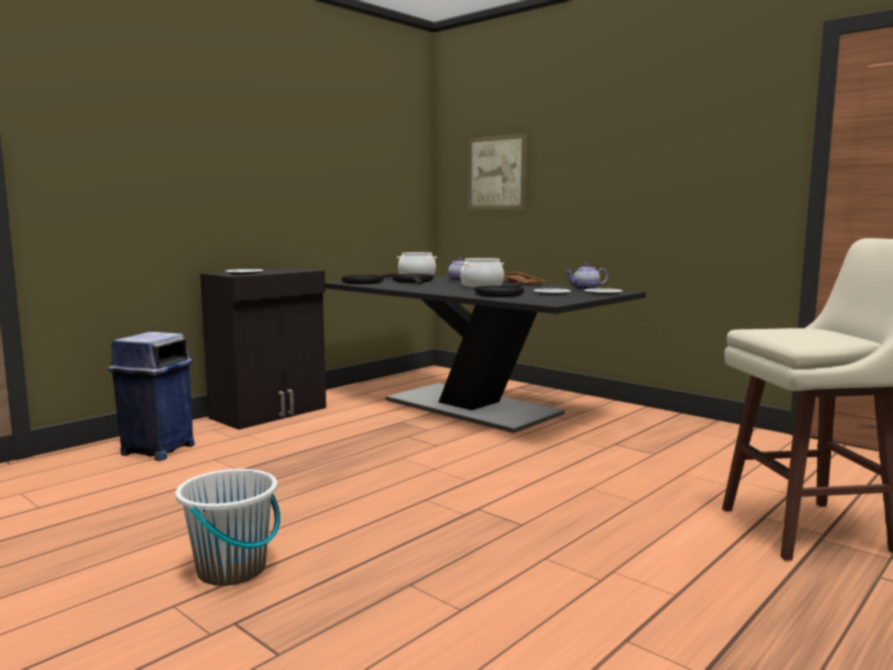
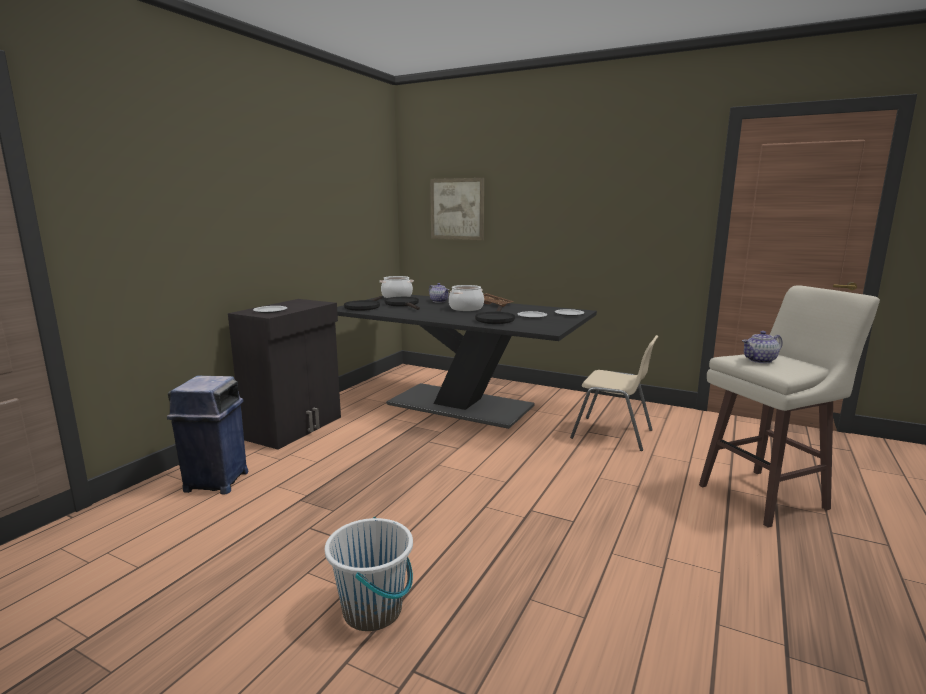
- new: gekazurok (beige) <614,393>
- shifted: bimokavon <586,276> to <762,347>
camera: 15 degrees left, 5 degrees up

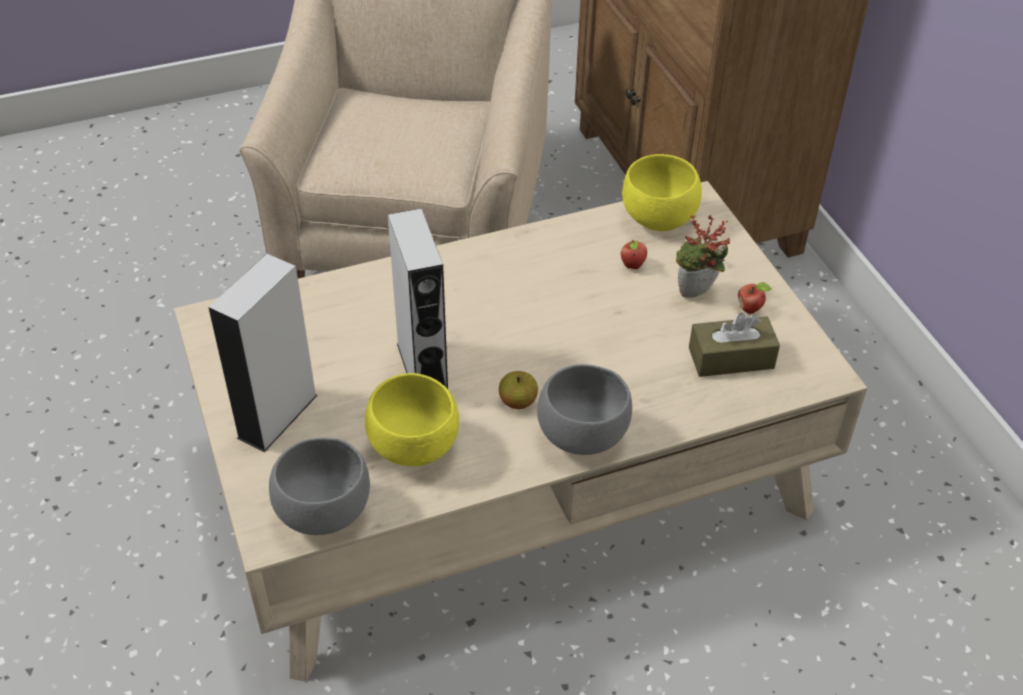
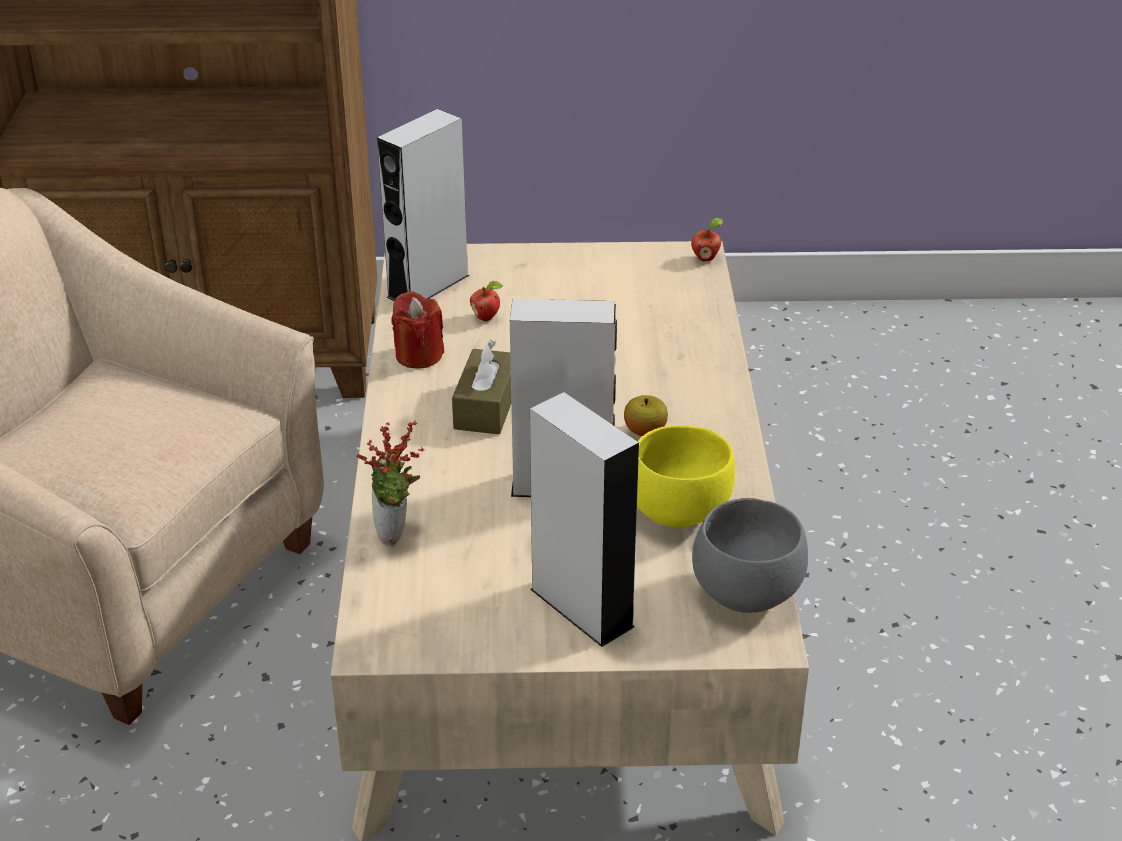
- gone: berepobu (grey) <584,409>
- new: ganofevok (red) <417,329>
- shifted: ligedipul <703,256> to <390,483>
- shifted: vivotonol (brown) <734,345> to <481,387>
- shifted: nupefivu <755,298> to <707,239>
- swapped: berepobu (yellow) <662,192> to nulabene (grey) <423,205>
camera: 70 degrees left, 10 degrees down

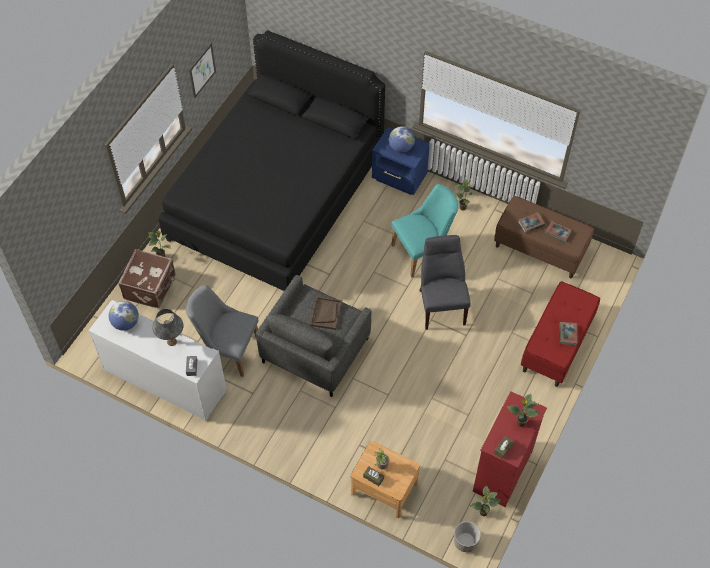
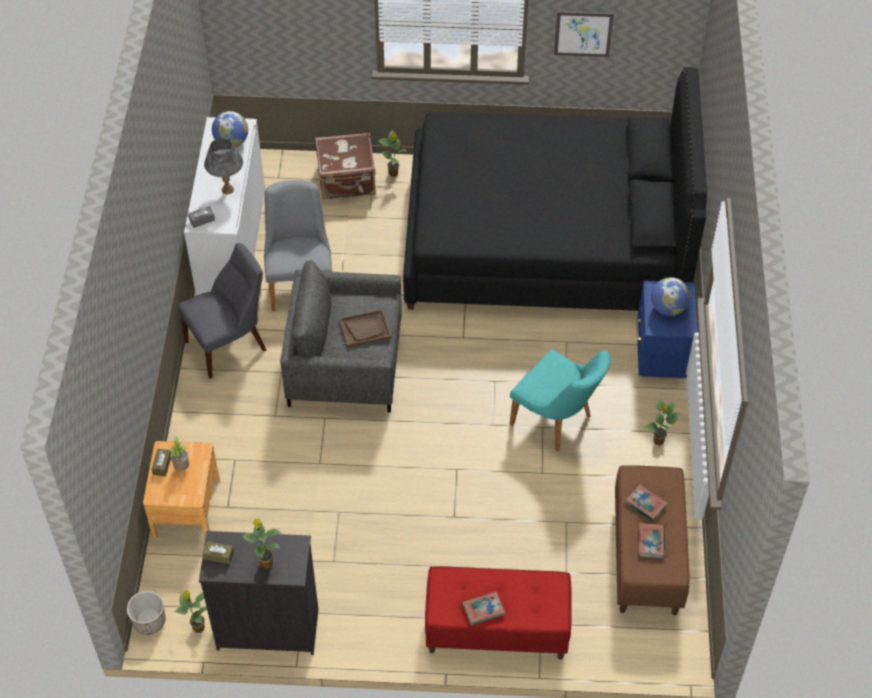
- shifted: gekazurok (grey) <445,282> to <222,311>
- repainted: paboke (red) <510,449> to paboke (black) <258,593>
camera: 65 degrees right, 5 degrees down

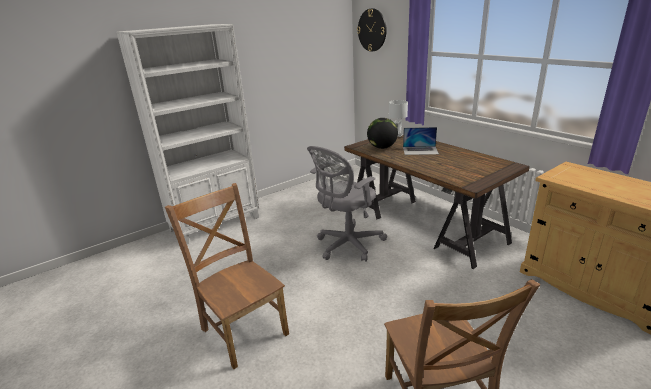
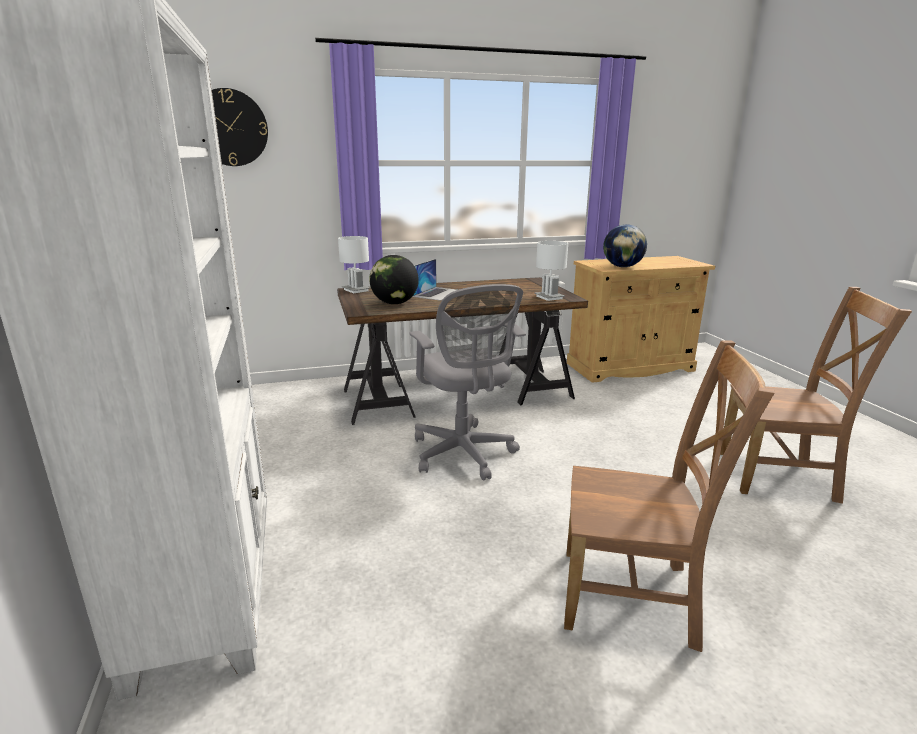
- new: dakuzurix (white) <551,271>
- new: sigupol <625,245>
- rotated: gekazurok (brown) <227,276> = <669,496> 150 degrees counterclockwise
camera: 70 degrees left, 5 degrees down

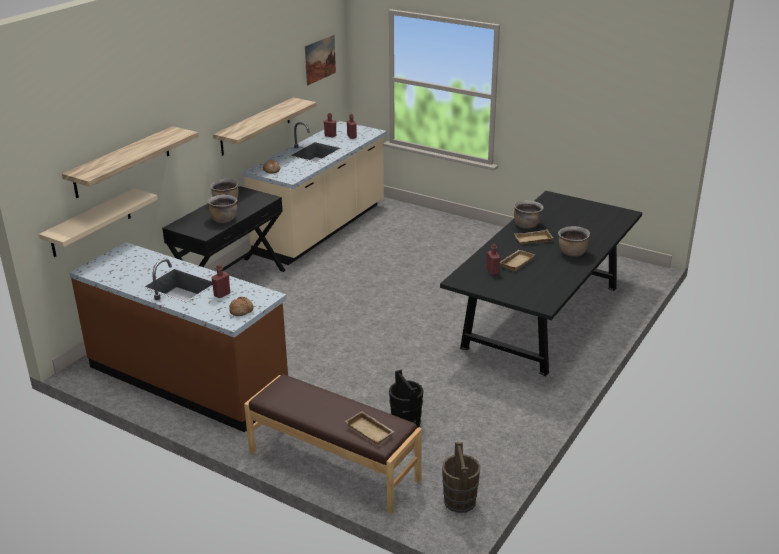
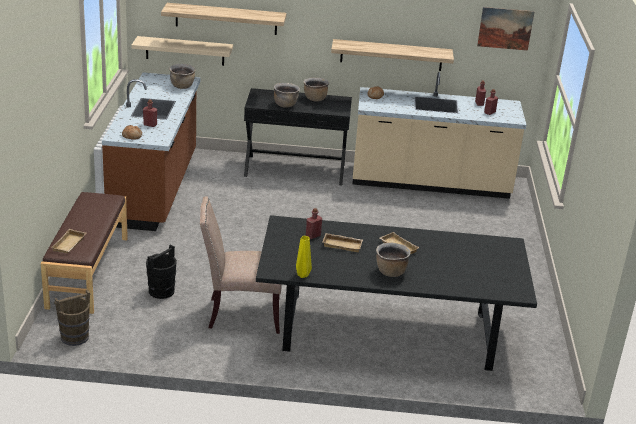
- new: gekazurok (beige) <241,265>
- new: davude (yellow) <304,257>
- shifted: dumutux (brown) <529,214> to <182,76>
camera: 60 degrees right, 0 degrees up

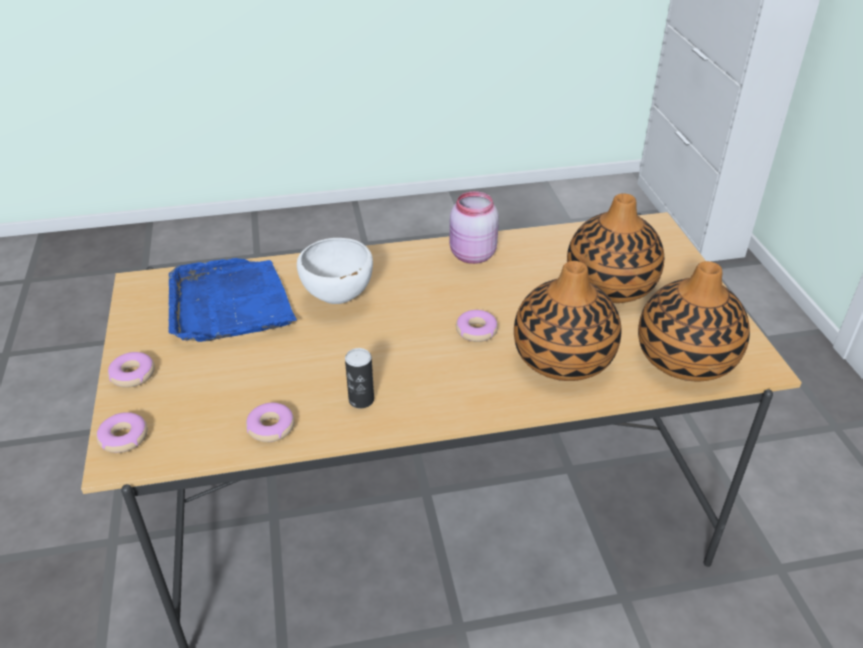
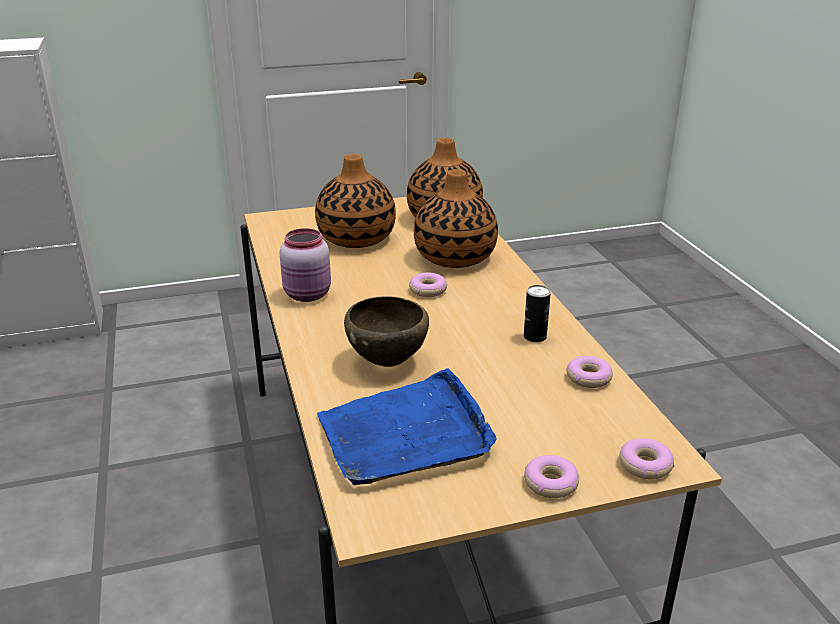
- repainted: berepobu (white) <335,271> to berepobu (brown) <386,331>
camera: 95 degrees left, 10 degrees down

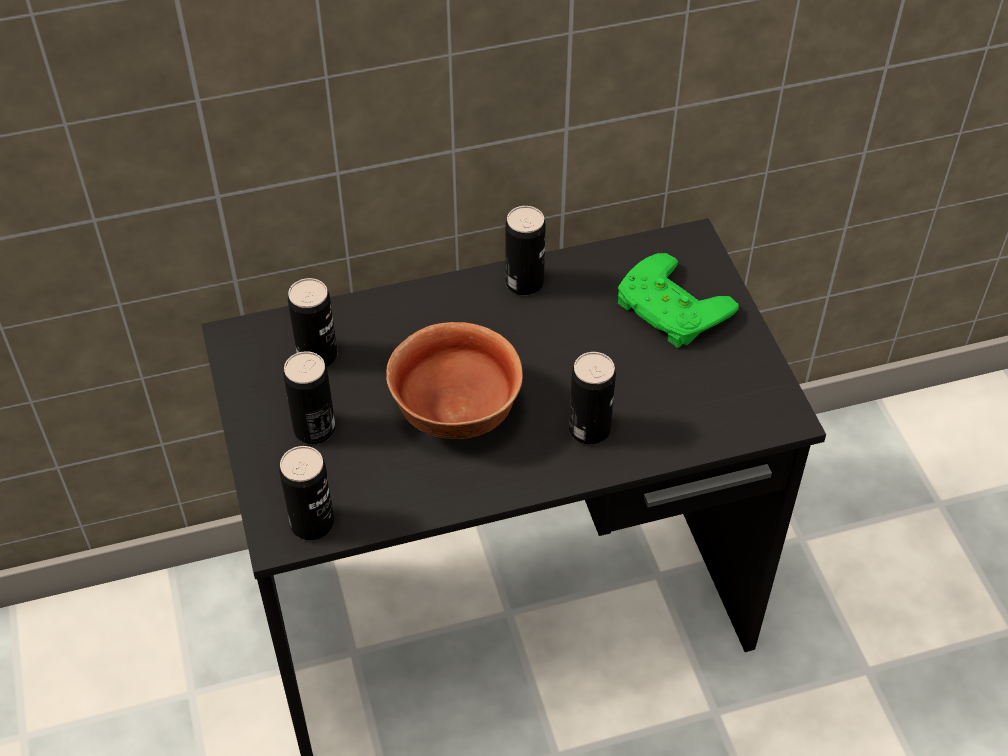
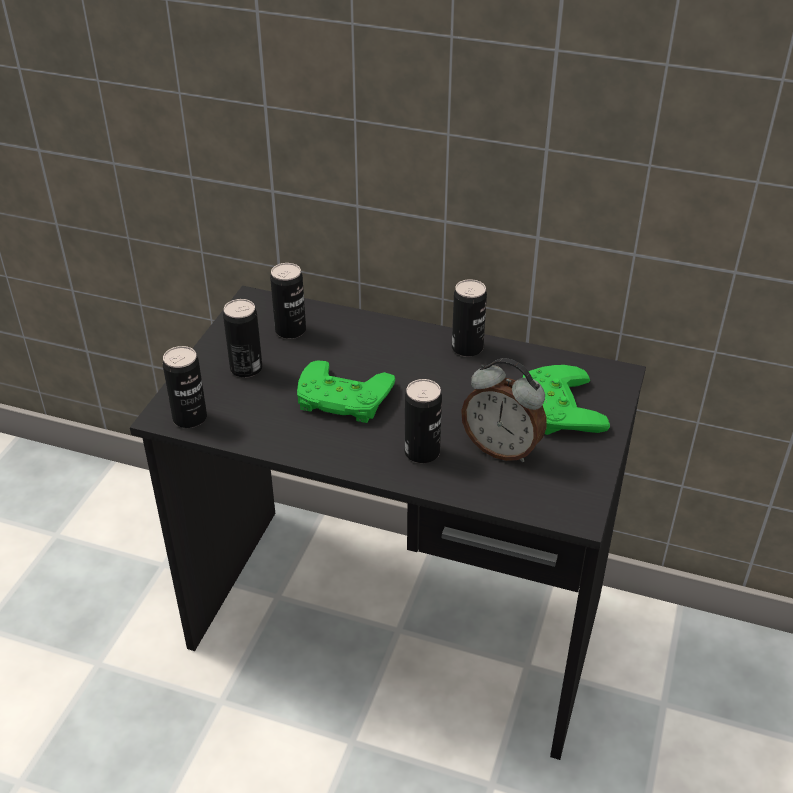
- new: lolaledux <504,410>
- swapped: berepobu <454,380> to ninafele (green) <346,392>
camera: 35 degrees right, 10 degrees down

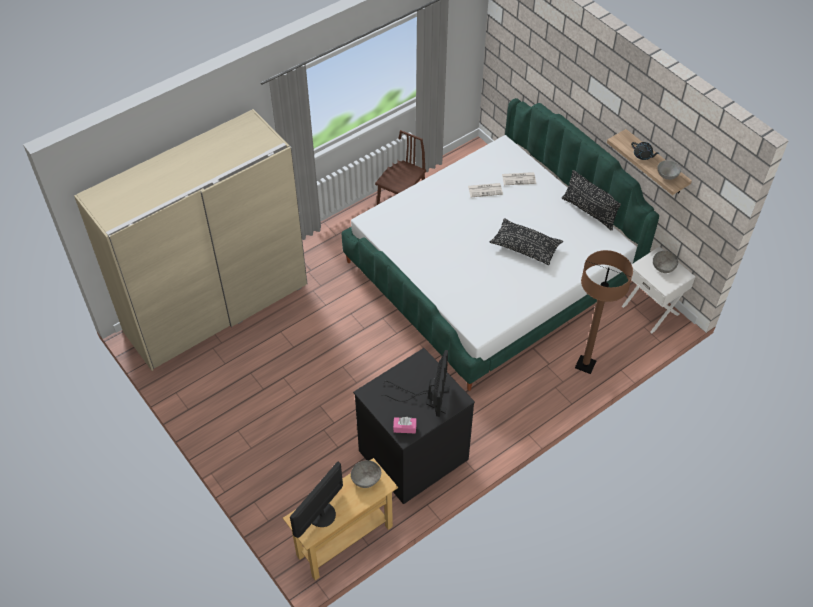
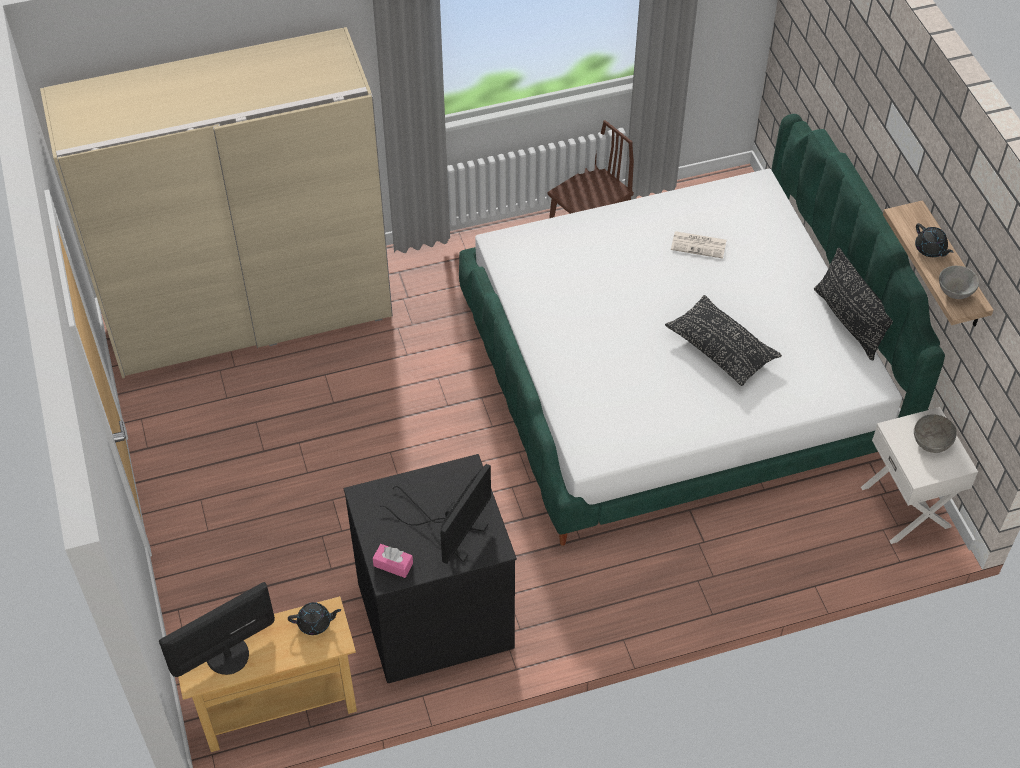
- gone: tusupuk <519,178>
- gone: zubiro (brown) <604,312>
- swapped: berepobu (grey) <366,474> to bimokavon (black) <314,618>
camera: 20 degrees right, 0 degrees up

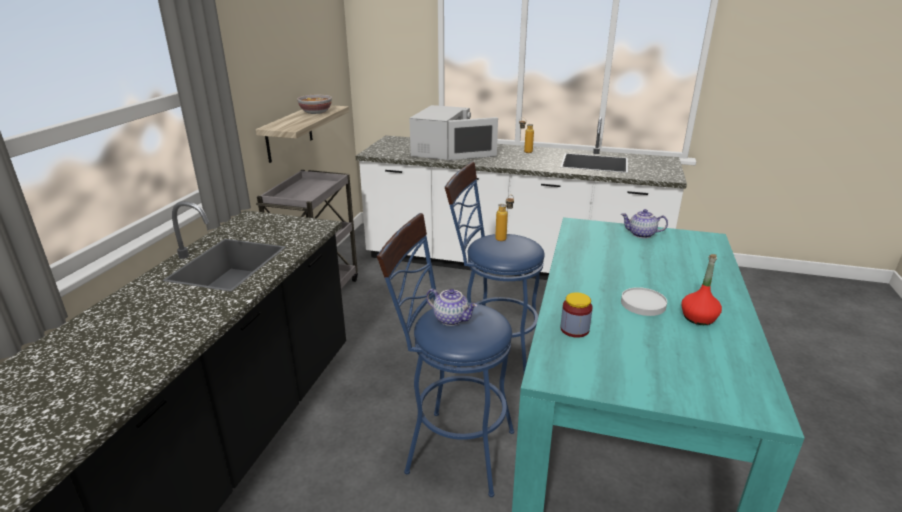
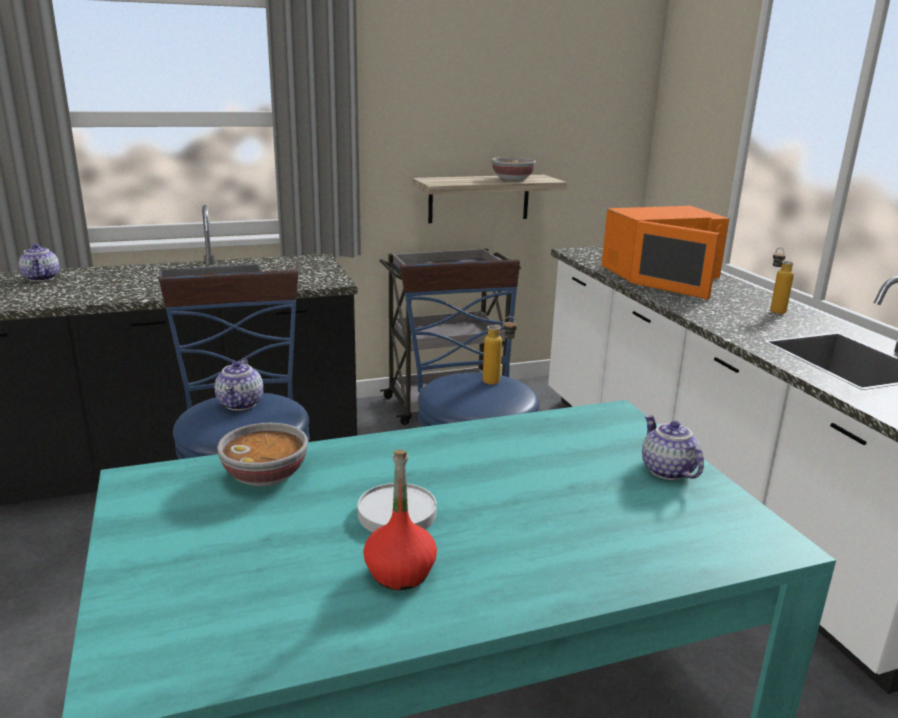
- new: bimokavon <39,263>
- swapped: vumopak <576,315> to berepobu <262,455>
- repainted: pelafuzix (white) <453,133> to pelafuzix (orange) <665,252>
camera: 55 degrees right, 5 degrees down

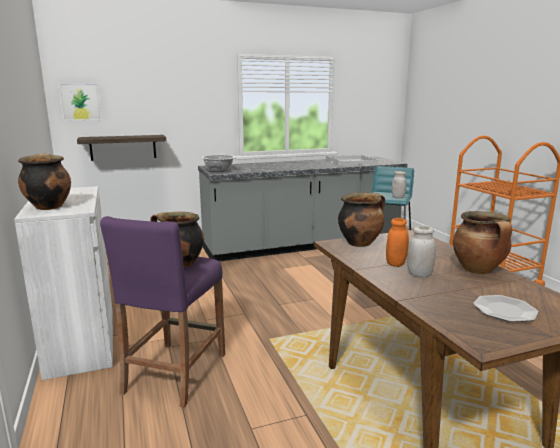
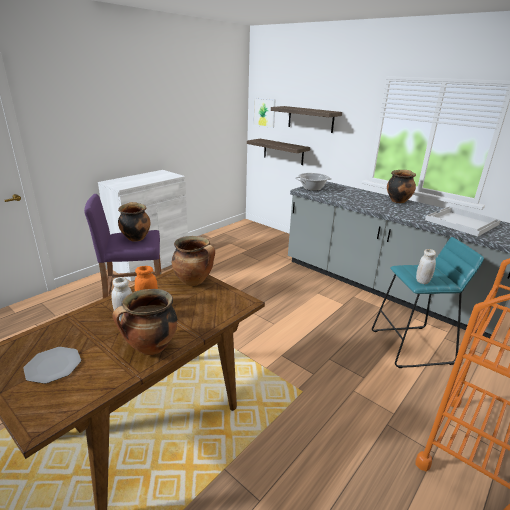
- new: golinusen <306,119>
- shifted: dumutux <44,182> to <401,186>
camera: 60 degrees right, 10 degrees up

